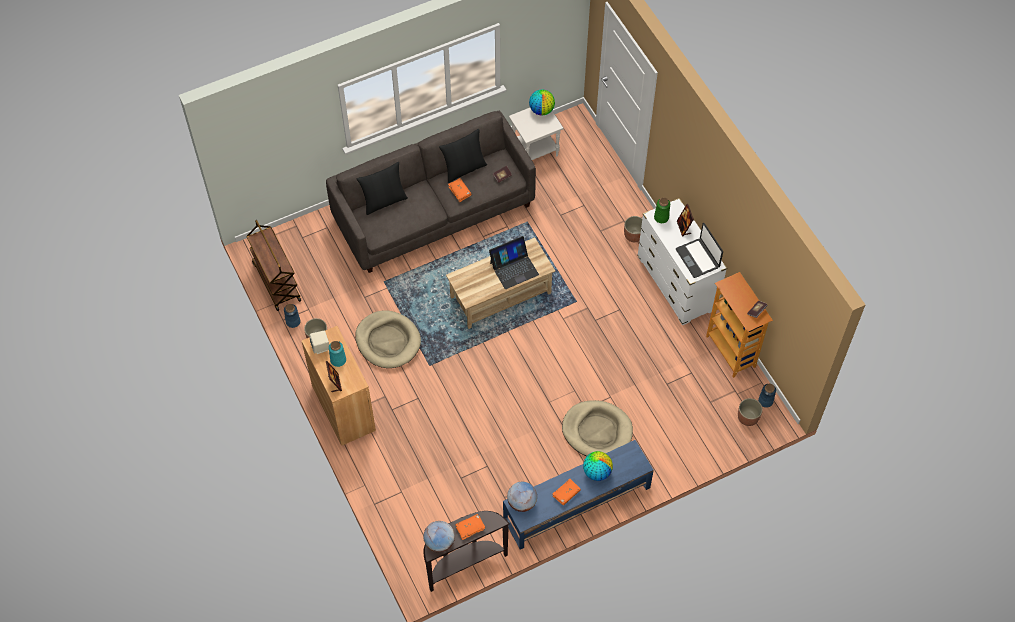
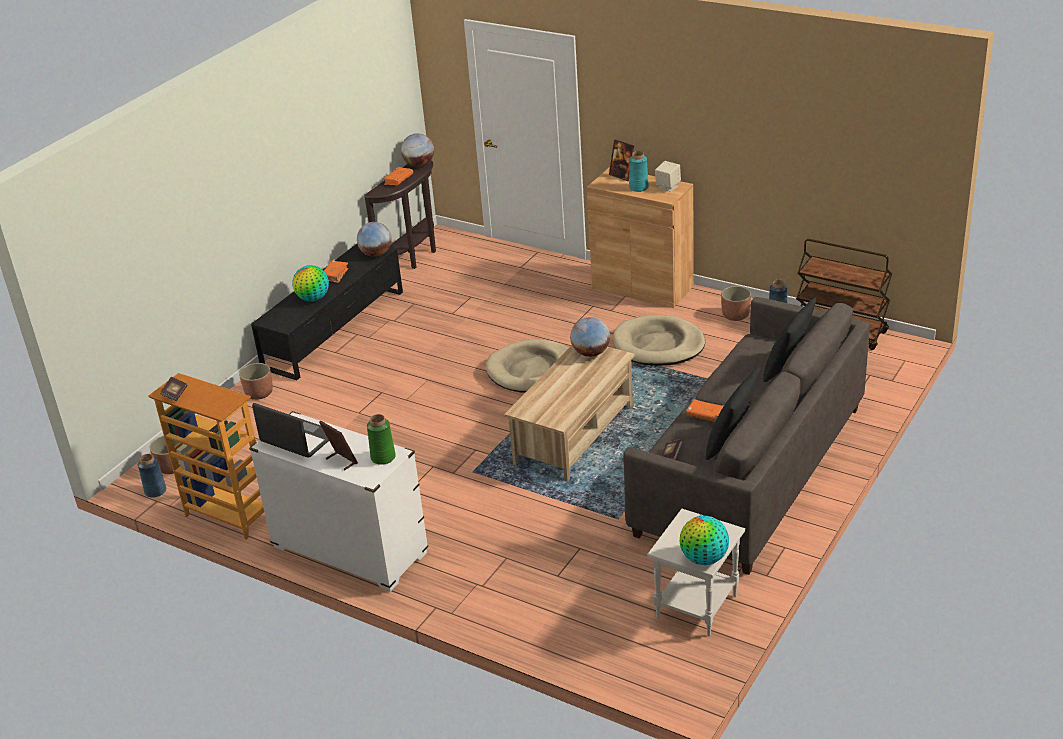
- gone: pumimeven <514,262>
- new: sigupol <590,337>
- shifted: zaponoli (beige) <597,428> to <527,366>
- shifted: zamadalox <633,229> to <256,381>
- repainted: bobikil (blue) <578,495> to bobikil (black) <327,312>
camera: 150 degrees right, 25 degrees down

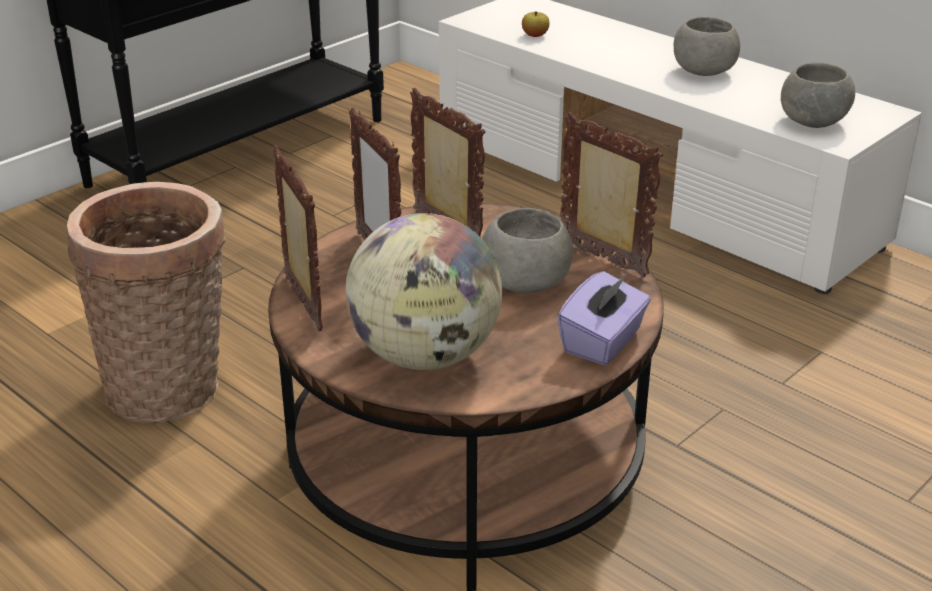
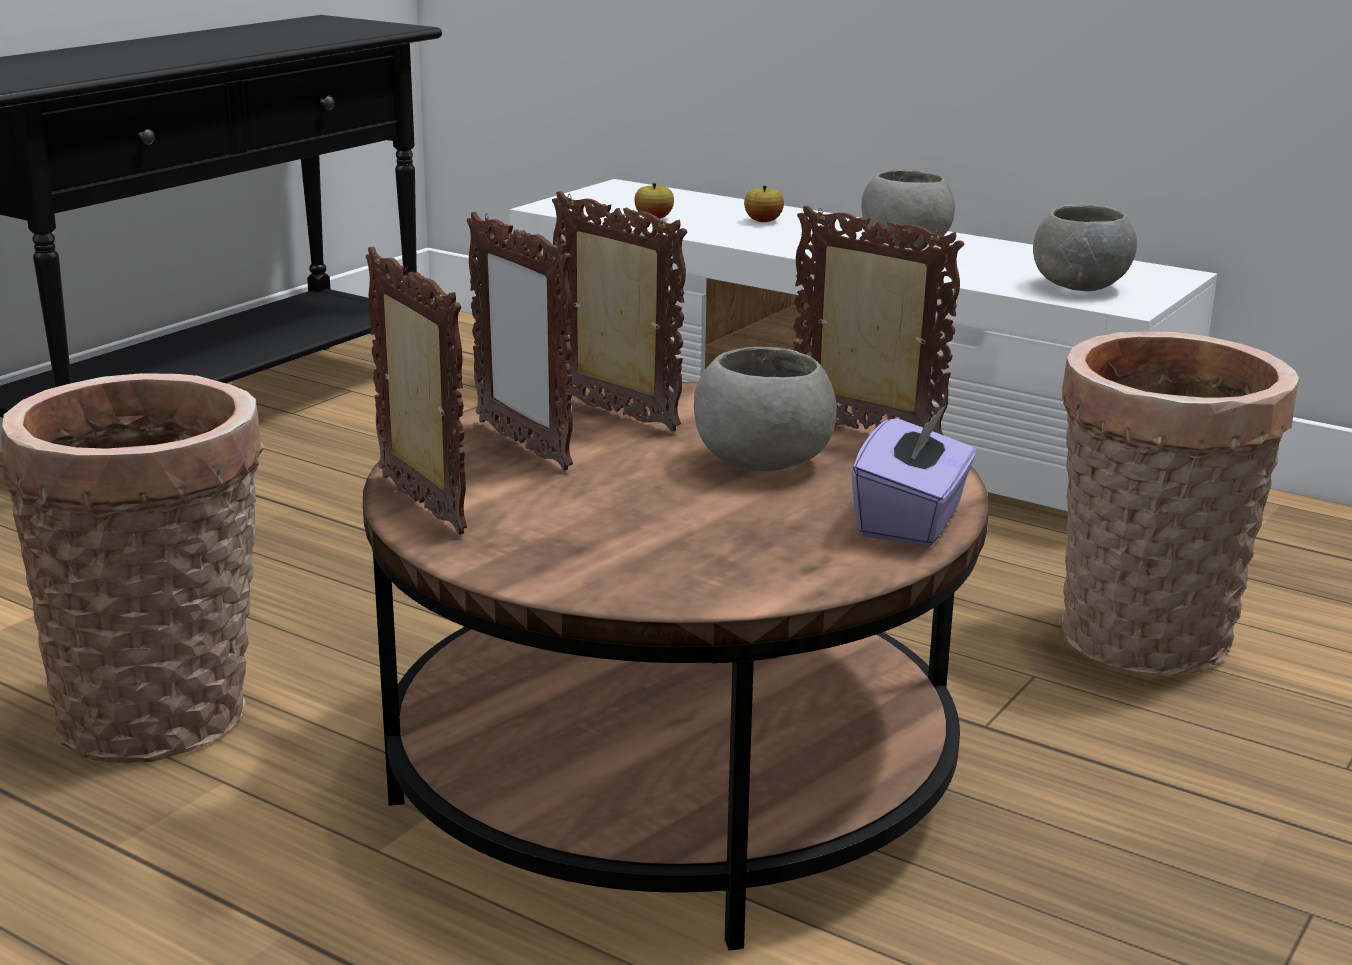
- gone: sigupol <423,291>
- new: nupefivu <764,204>
- new: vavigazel <1180,502>
camera: 10 degrees left, 10 degrees down

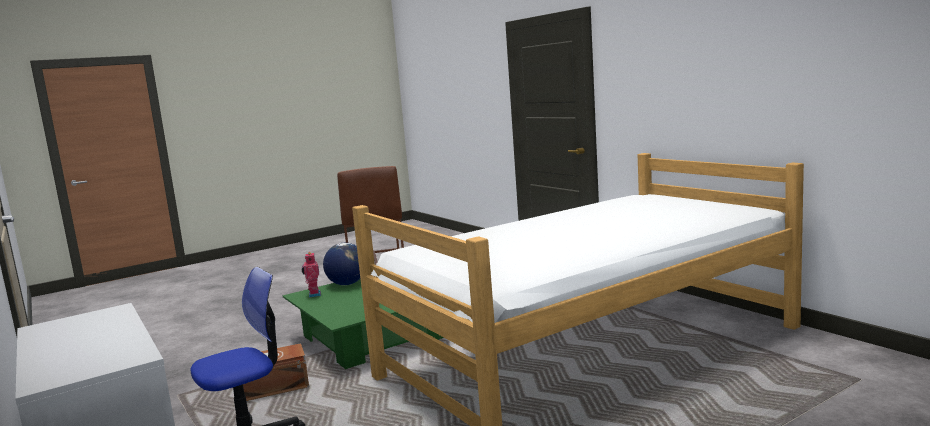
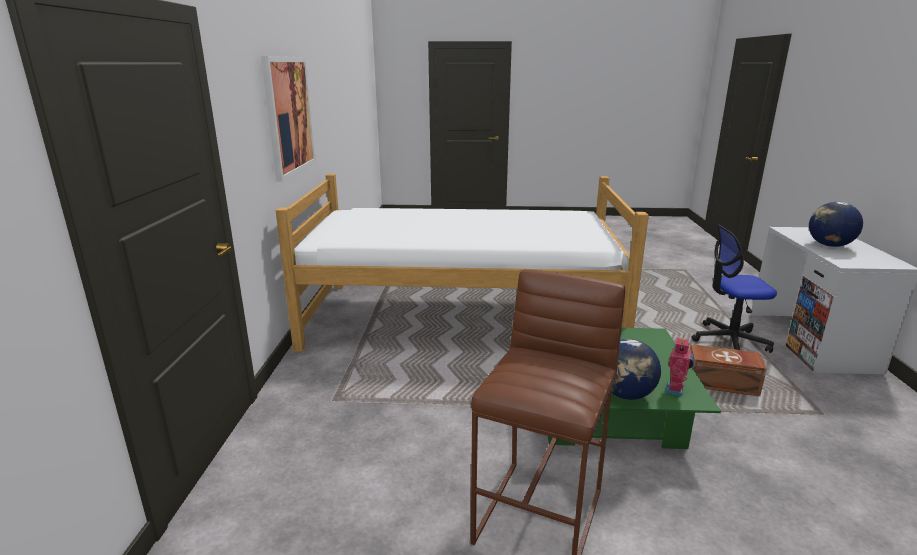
- new: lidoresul <288,119>
- new: sigupol <836,224>
camera: 145 degrees left, 10 degrees up

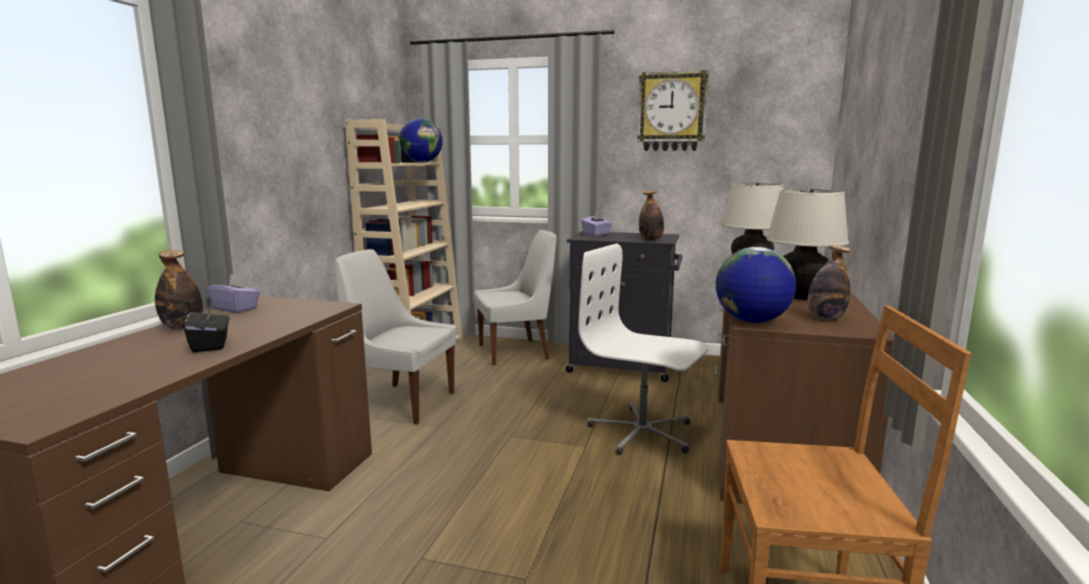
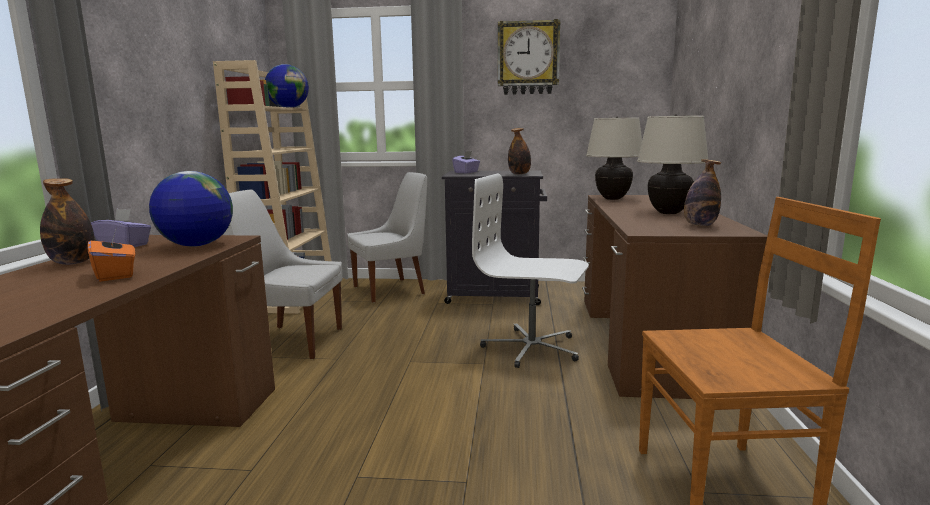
- shifted: sigupol <756,285> to <191,209>
- repainted: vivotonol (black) <206,327> to vivotonol (orange) <111,256>
camera: 10 degrees left, 0 degrees up

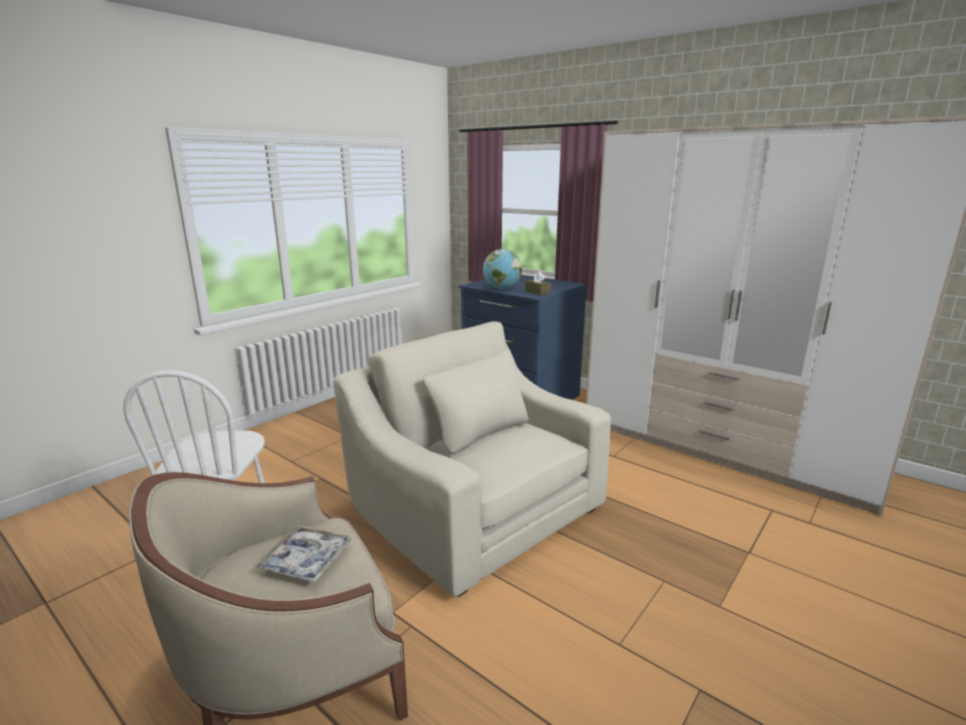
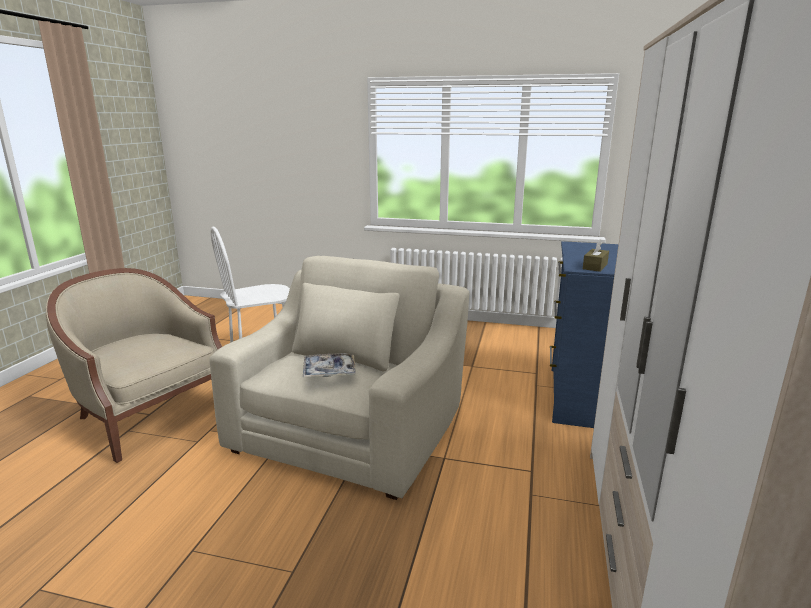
- gone: sigupol <502,269>
- shifted: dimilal <303,554> to <329,365>
camera: 65 degrees right, 0 degrees up

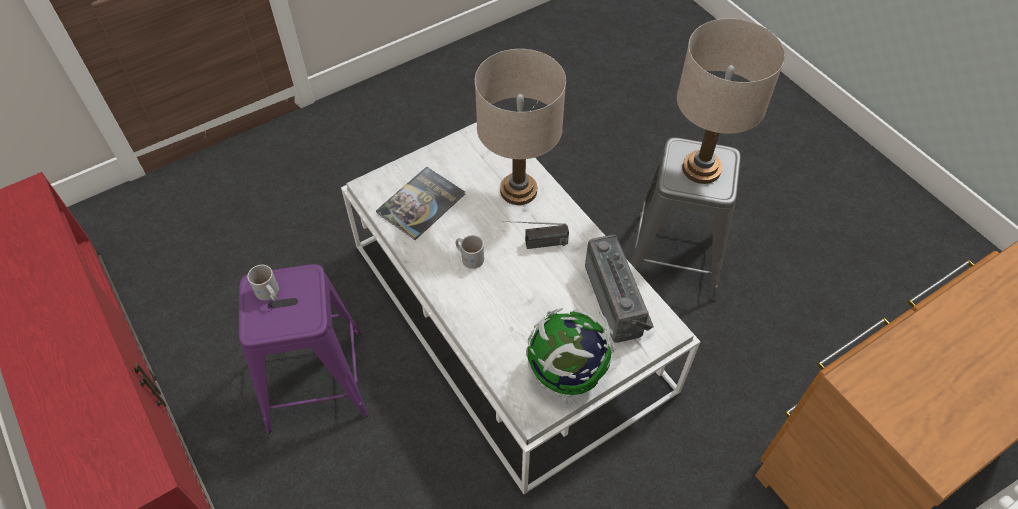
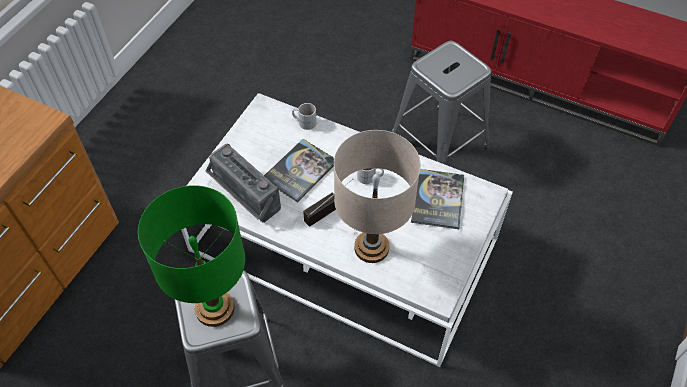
- gone: sigupol <570,353>
- new: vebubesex <299,170>
- shifted: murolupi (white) <263,283> to <304,116>
- repainted: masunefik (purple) <303,348> to masunefik (grey) <441,102>
- repainted: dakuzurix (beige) <731,101> to dakuzurix (green) <191,256>
camera: 150 degrees right, 0 degrees up

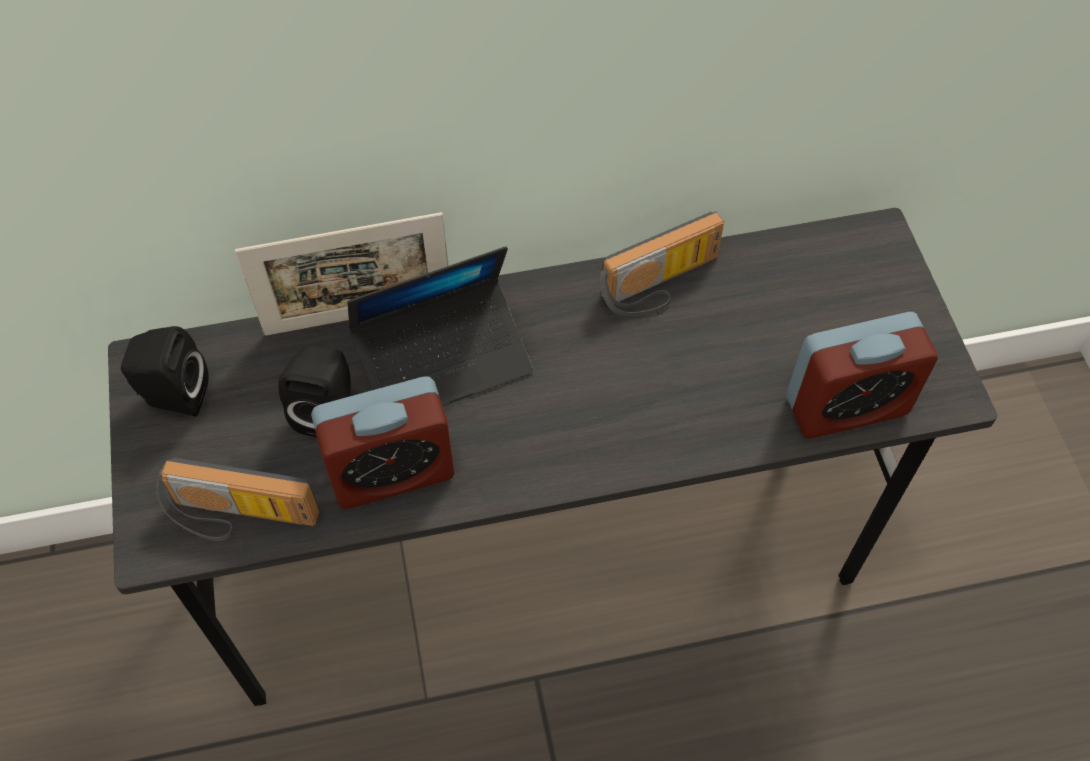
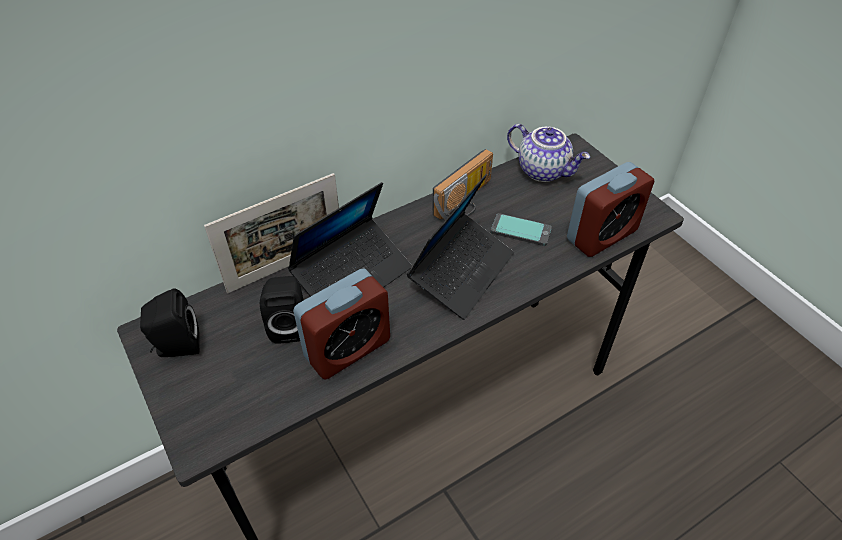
- gone: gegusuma <238,499>
- new: pumimeven <460,247>
- new: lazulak <521,229>
- new: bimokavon <548,153>
camera: 20 degrees left, 10 degrees down

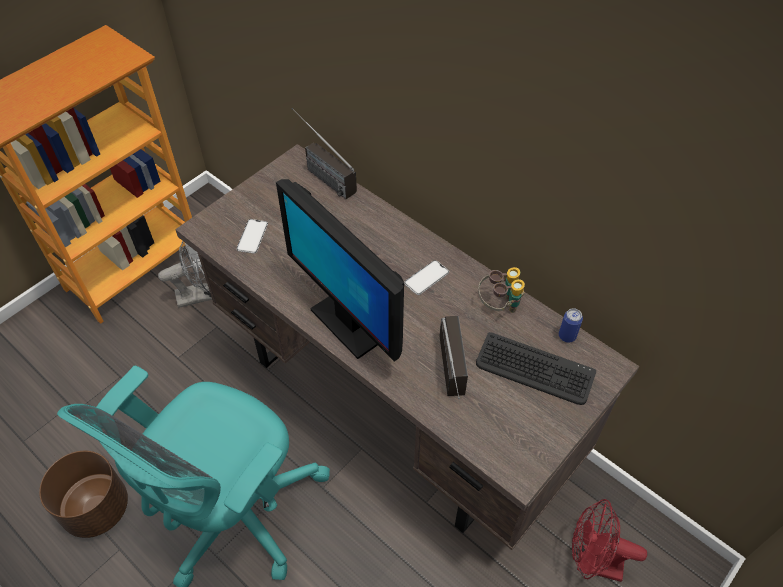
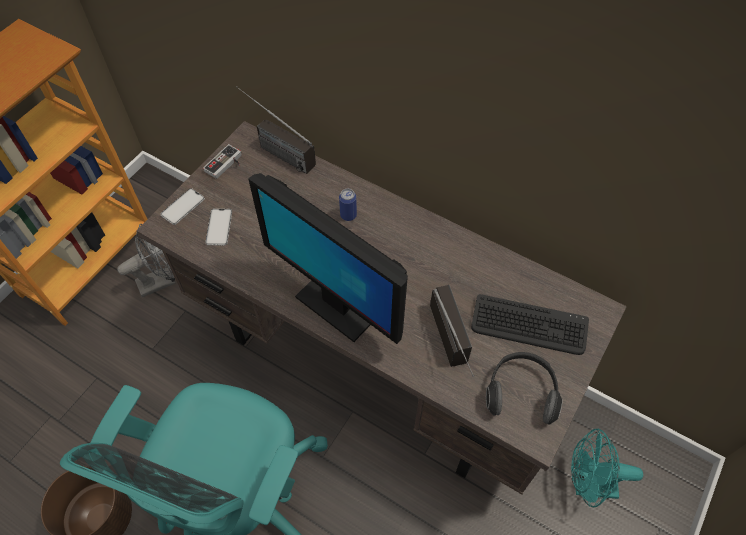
- gone: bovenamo <501,290>
- new: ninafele <222,161>
- new: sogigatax <524,388>
- shifted: lazulak <426,277> to <183,206>
- shifted: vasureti <571,325> to <348,205>
- repainted: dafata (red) <609,540> to dafata (turquoise) <607,468>
camera: 10 degrees left, 5 degrees up

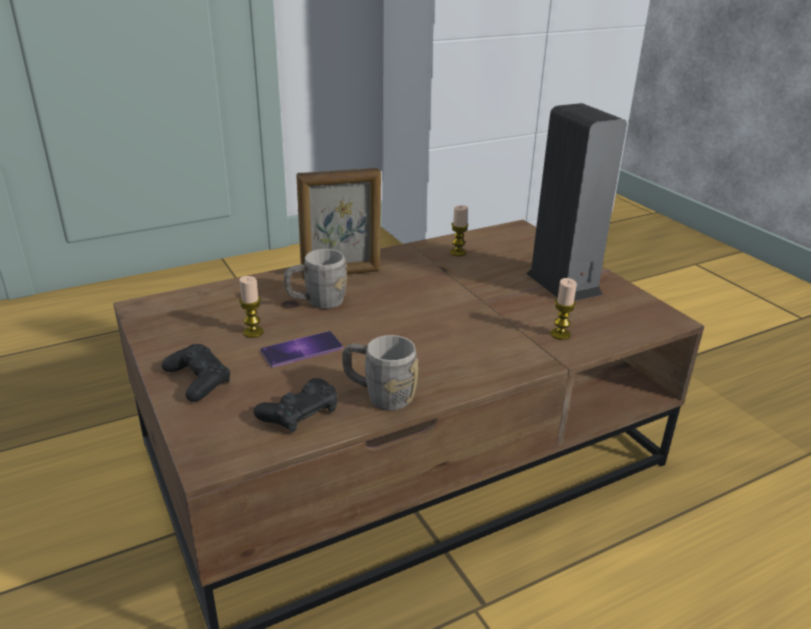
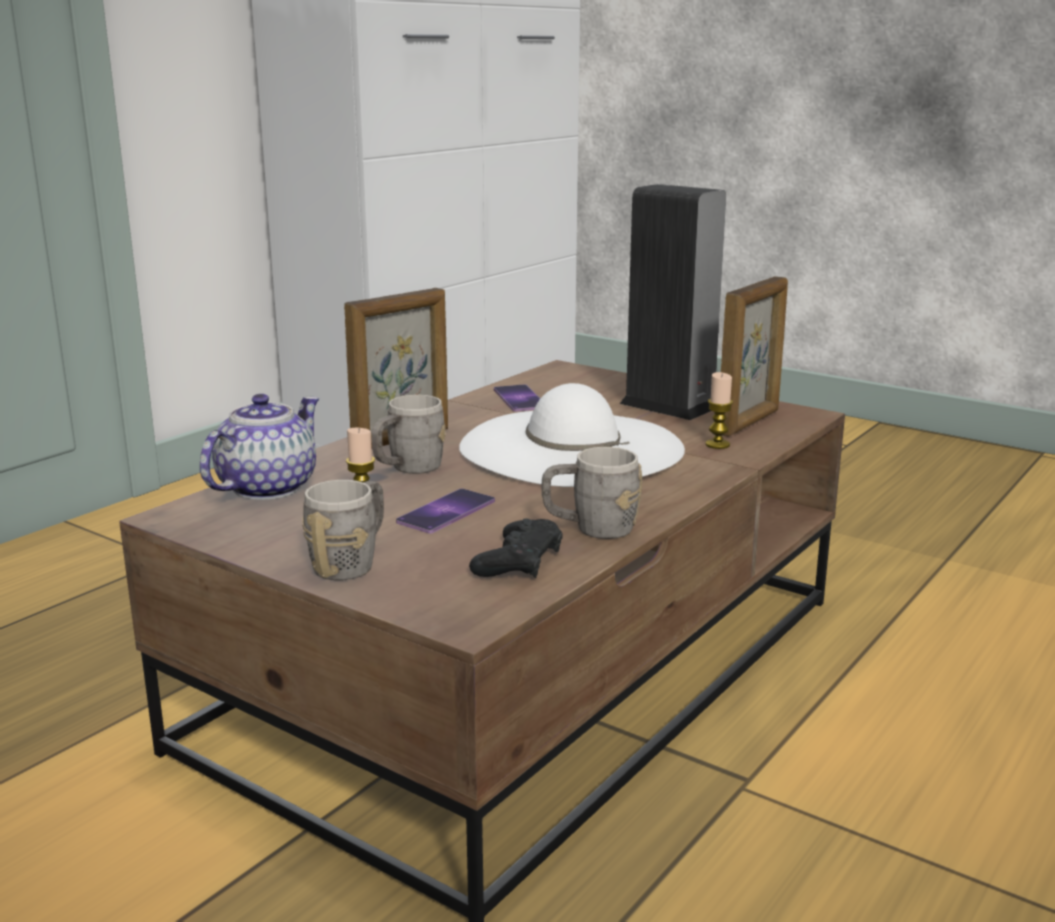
- new: bimokavon <260,447>
- new: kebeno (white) <572,435>
- new: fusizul <754,356>
- swapped: ninafele (black) <196,373> to murolupi (grey) <343,530>
- swapped: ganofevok <459,230> to lazulak <517,398>
camera: 25 degrees left, 10 degrees down

